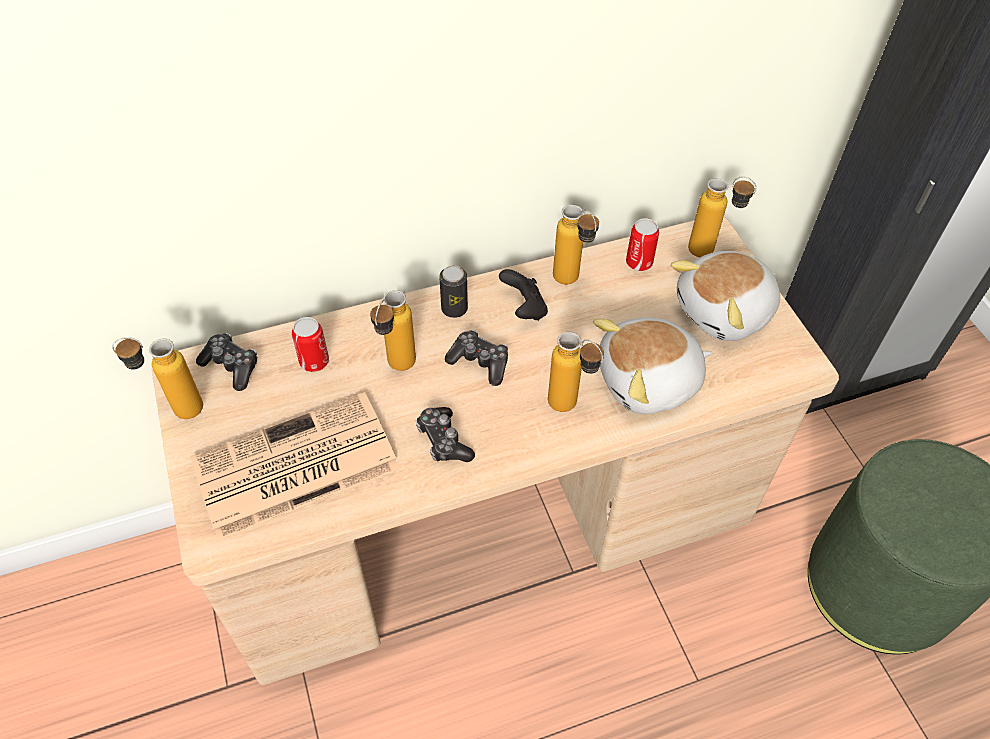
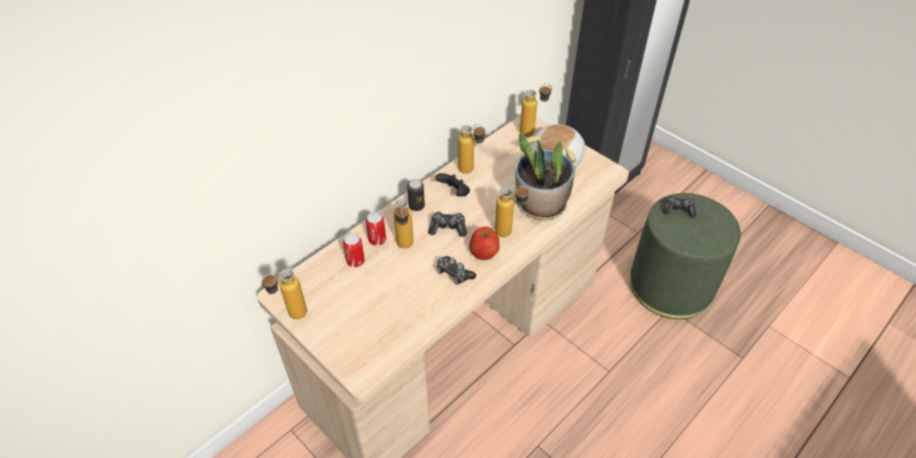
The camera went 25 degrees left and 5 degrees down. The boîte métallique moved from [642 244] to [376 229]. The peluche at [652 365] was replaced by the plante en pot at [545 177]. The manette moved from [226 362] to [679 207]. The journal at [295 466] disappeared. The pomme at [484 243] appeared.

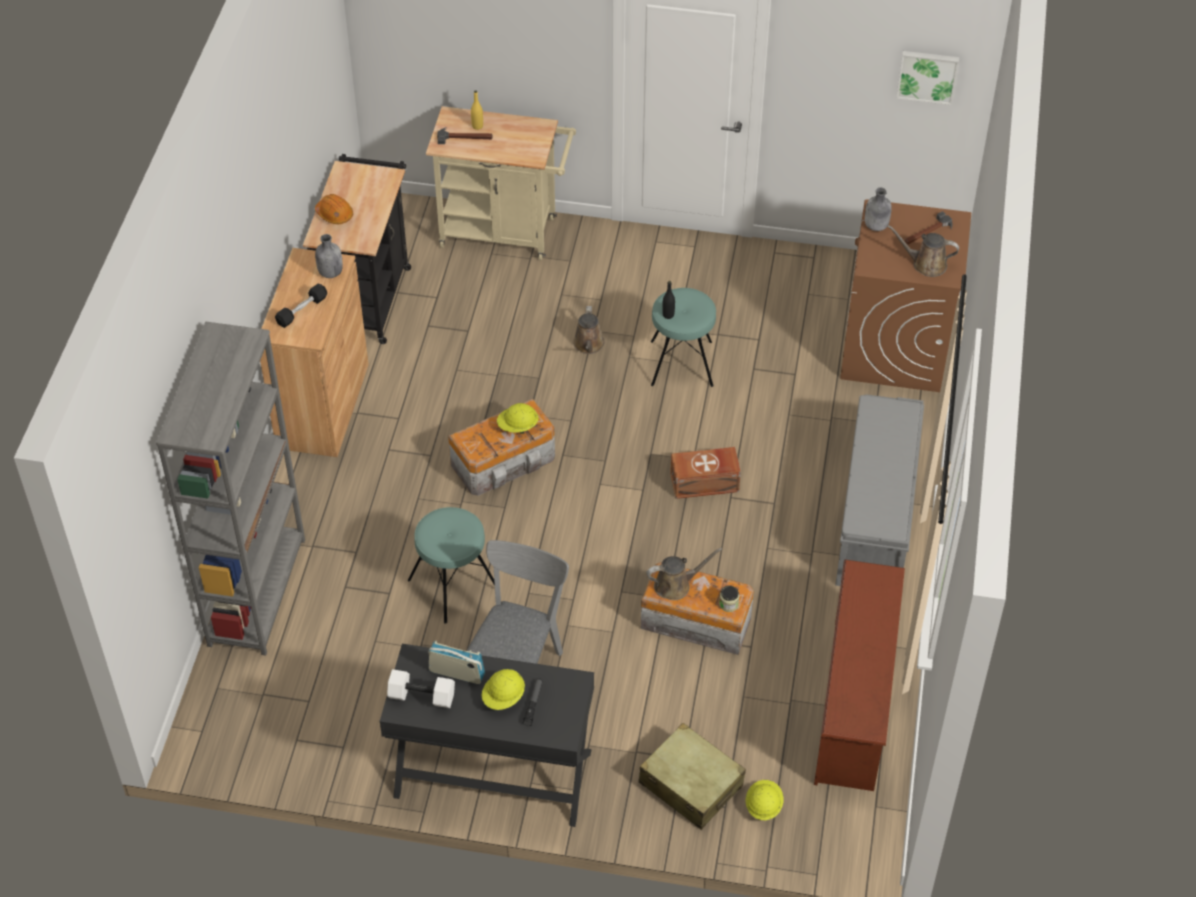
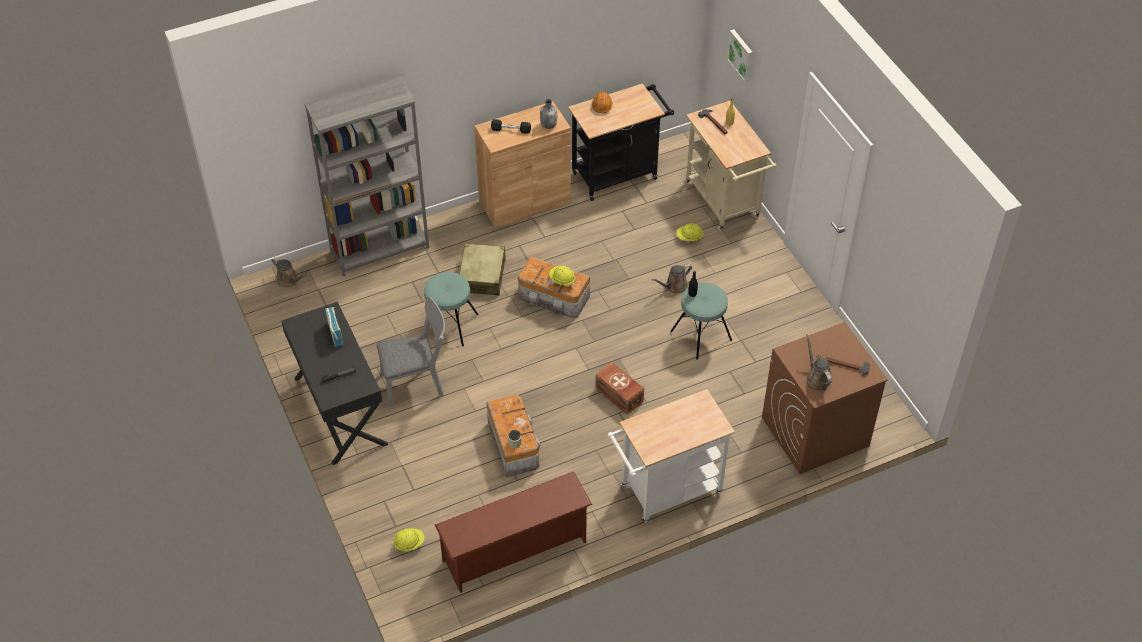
The camera went 55 degrees right and 0 degrees up. The tableau moved from [927 78] to [739 55]. The bouteille [gris] at [878 209] disappeared. The banc [gris] at [879 490] was replaced by the chariot [blanc] at [671 456]. The arrosoir [marron] moved from [684 574] to [289 272]. The haltère [blanc] at [421 688] disappeared. The casque de chantier [jaune] moved from [503 689] to [690 233]. The valise [beige] moved from [692 776] to [482 269].

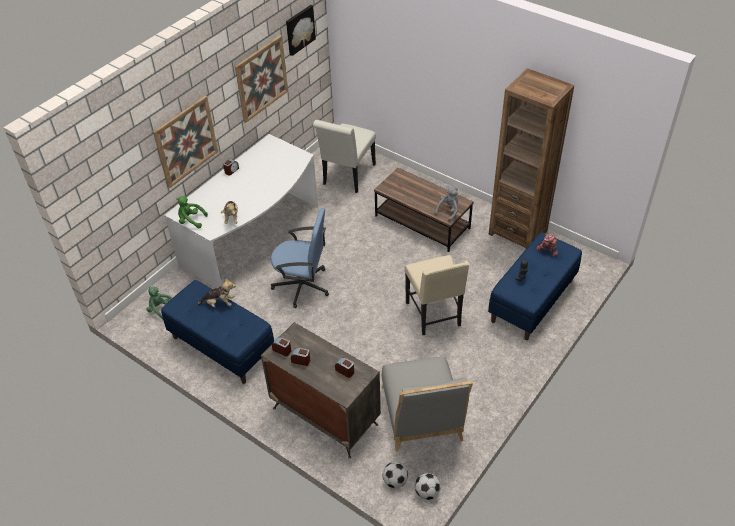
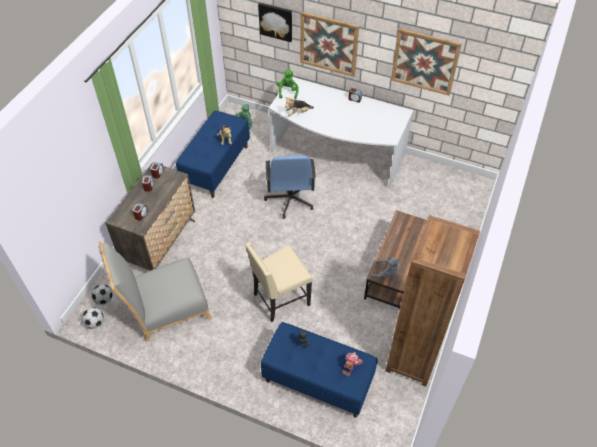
The camera went 75 degrees right and 5 degrees up. The tableau moved from [301 30] to [275 22]. The chaise [blanc] at [344 156] disappeared.

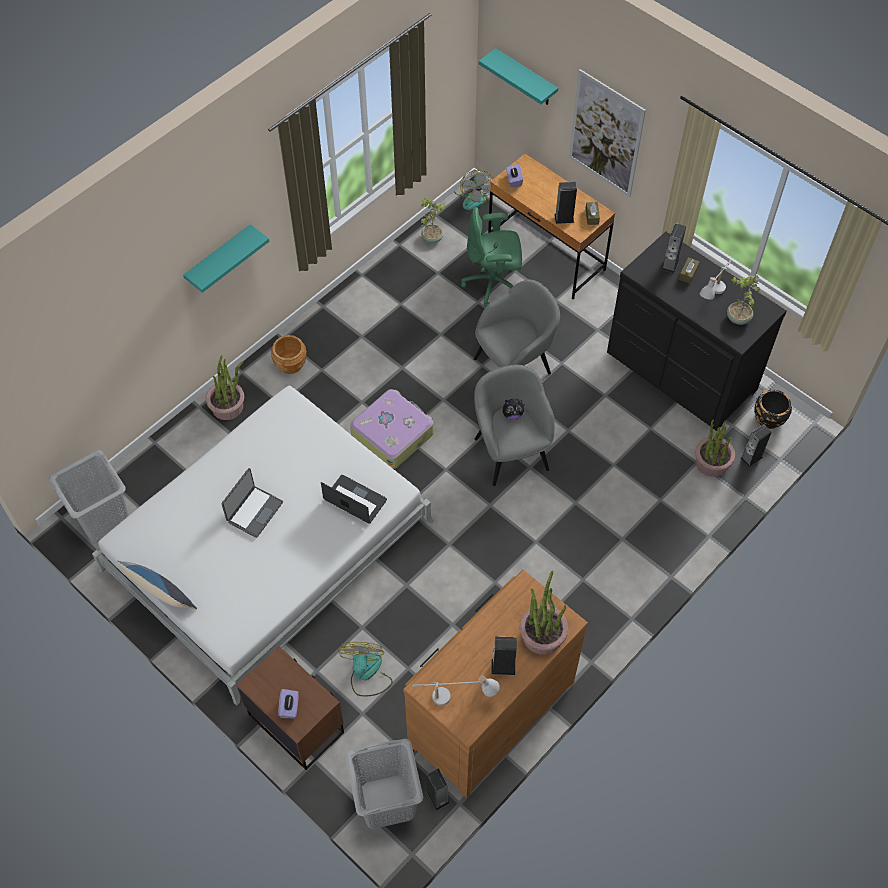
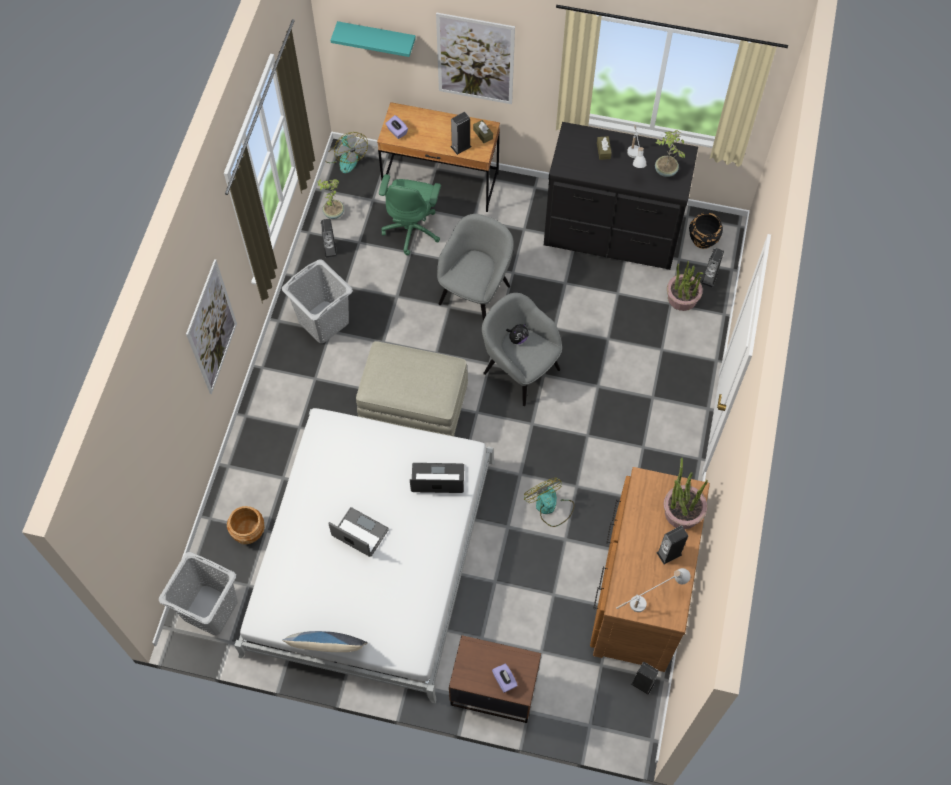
The camera went 30 degrees left and 5 degrees up. The chaise de bureau [vert] at [491 257] turned 45 degrees counterclockwise. The enceinte moved from [673 248] to [329 238]. The étagère [turquoise] at [226 258] was replaced by the tableau at [211 326]. The cache-pot [marron] moved from [289 354] to [246 525]. The plante en pot at [225 387] disappeared. The valise at [392 429] was replaced by the pouf [beige] at [412 388]. The ordinateur portable at [252 503] turned 60 degrees counterclockwise. The ventilateur moved from [365 669] to [549 502]. The panier à linge [gris] moved from [384 784] to [317 301].

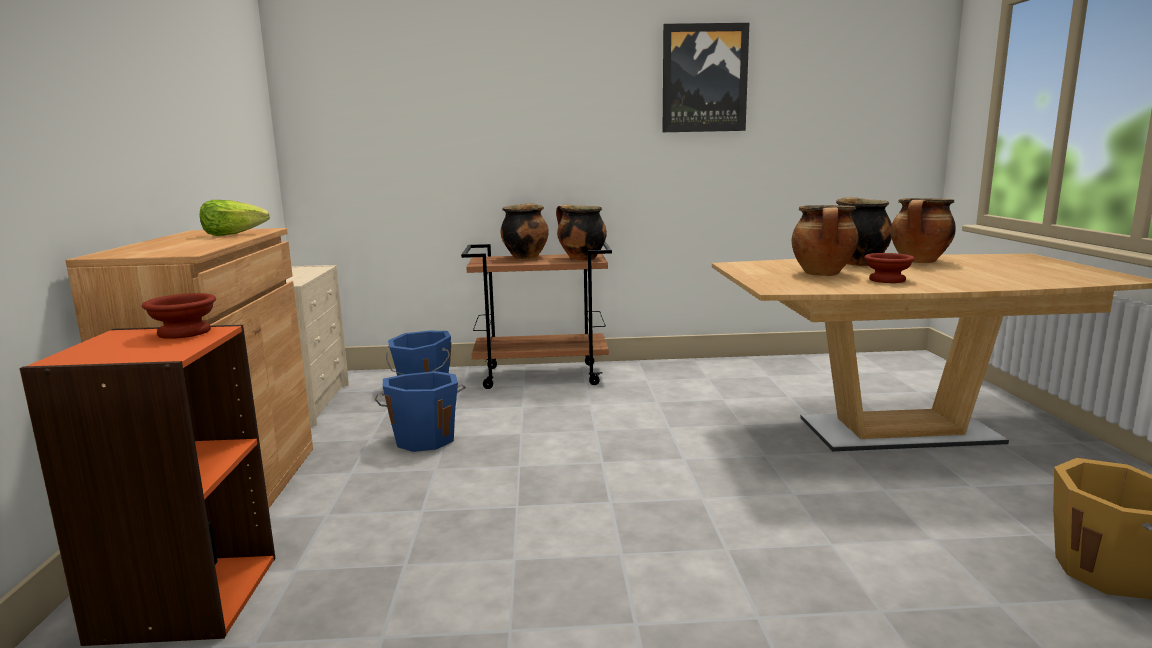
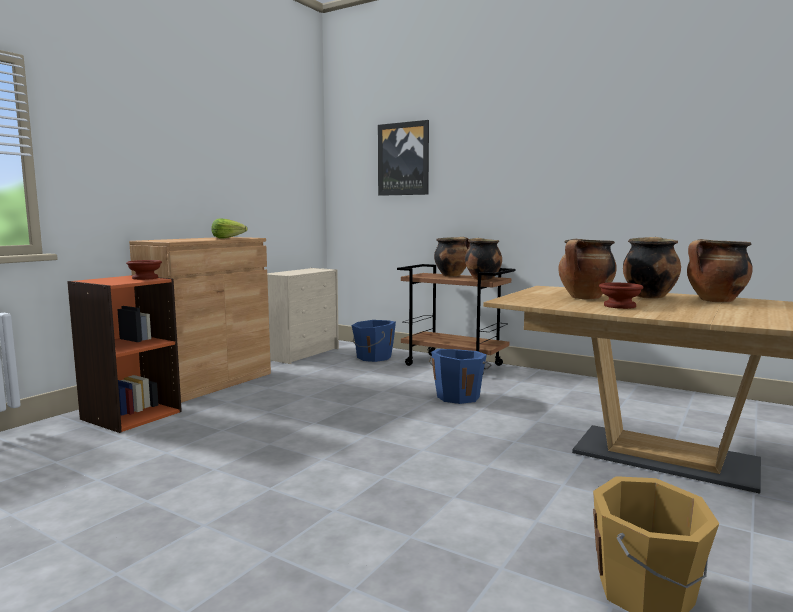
The camera went 35 degrees right and 5 degrees down. The tableau moved from [706 77] to [403 158]. The seau [bleu] moved from [420 411] to [460 376].

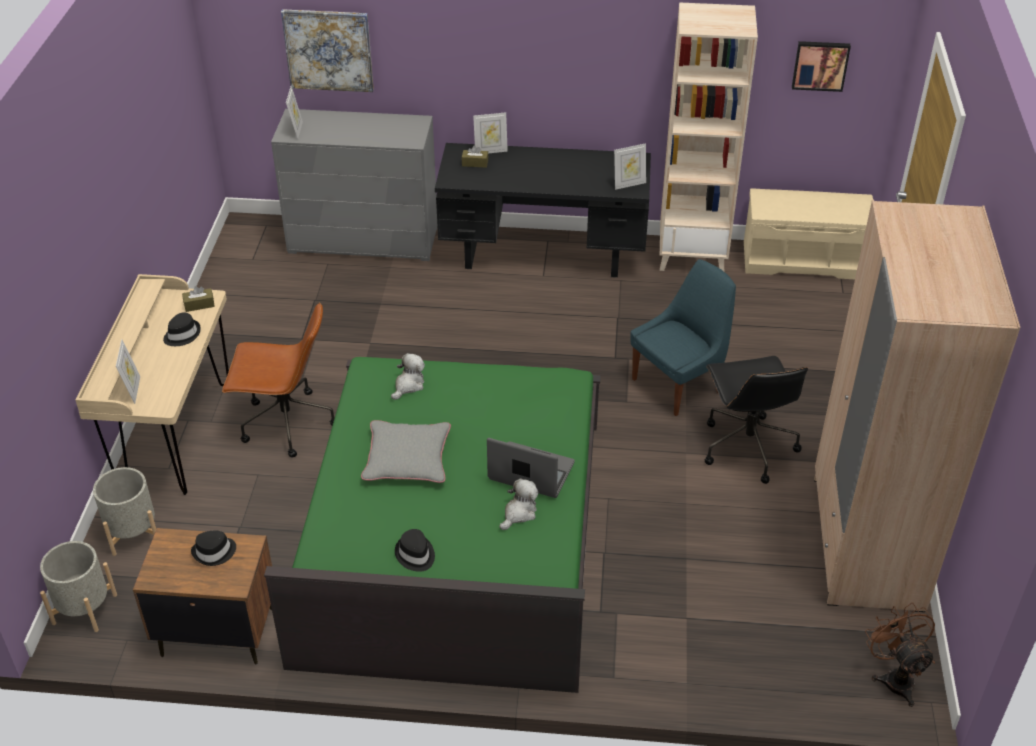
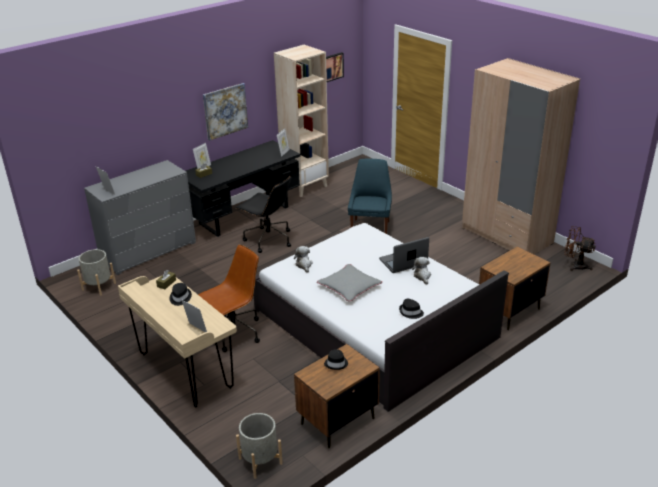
The camera went 45 degrees left and 10 degrees down. The tableau moved from [327 50] to [225 111]. The banc [beige] at [808 233] disappeared. The chaise de bureau [noir] moved from [756 420] to [263 214]. The lit [vert] at [432 525] became the lit [blanc] at [381 317]. The cache-pot [gris] moved from [124 511] to [96 272]. The table de chevet [marron] at [515 288] appeared.

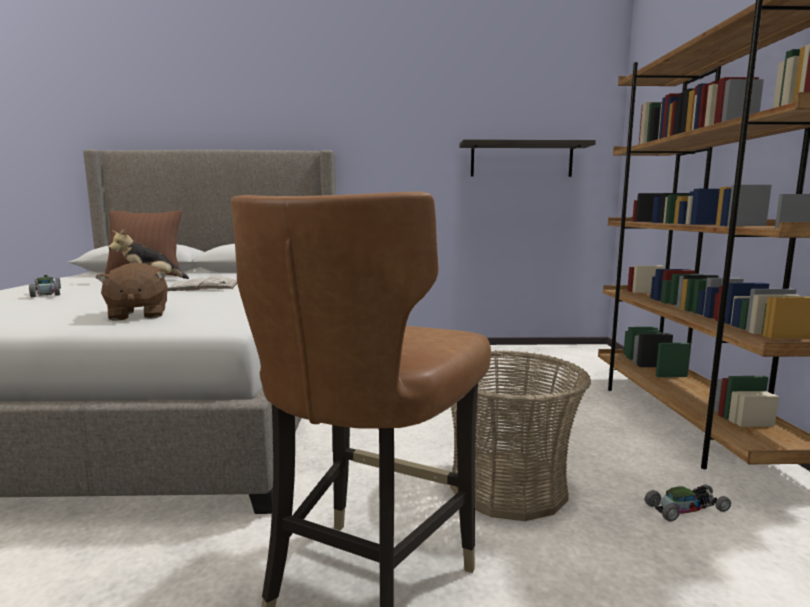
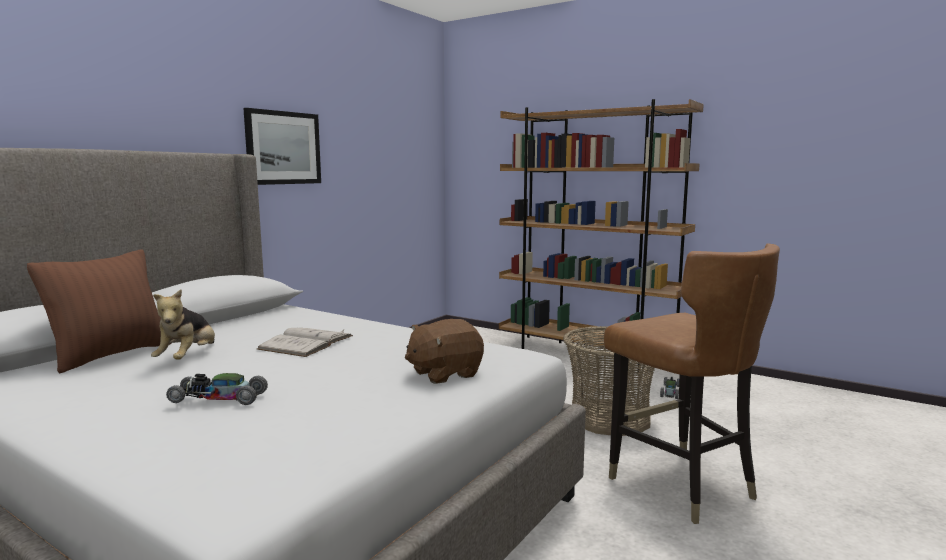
The camera went 55 degrees left and 0 degrees up. The étagère at [527 158] disappeared. The peluche [marron] at [131 291] turned 135 degrees clockwise. The tableau at [282 146] appeared.

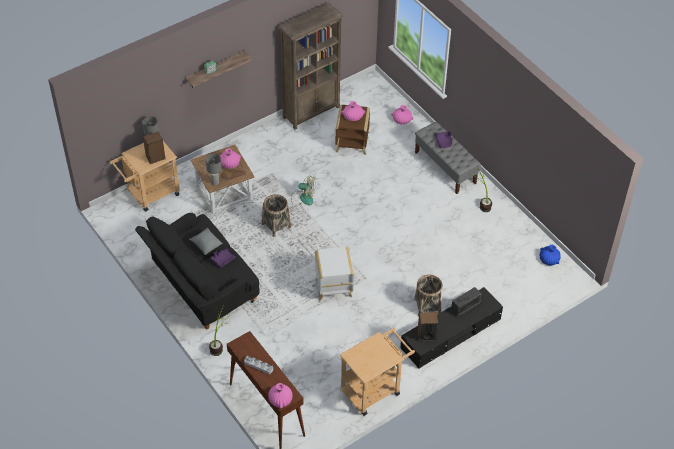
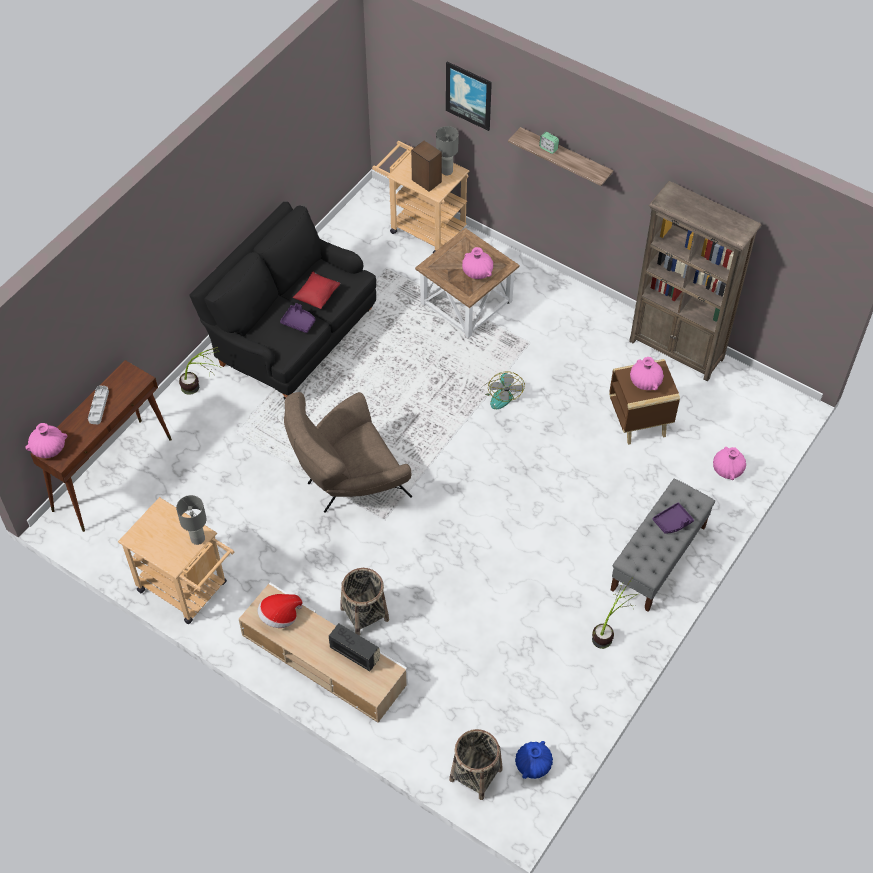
The camera went 70 degrees right and 5 degrees up. The lampe de table [gris] moved from [213 169] to [191 520]. The panier moved from [276 215] to [475 764]. The coussin [gris] at [205 241] became the coussin [rouge] at [316 290]. The table d'appoint [blanc] at [334 274] was replaced by the fauteuil [marron] at [348 452]. The meuble télé [noir] at [451 328] became the meuble télé [beige] at [323 652]. The enceinte at [428 327] was replaced by the chapeau at [280 611]. The tableau at [469 96] appeared.

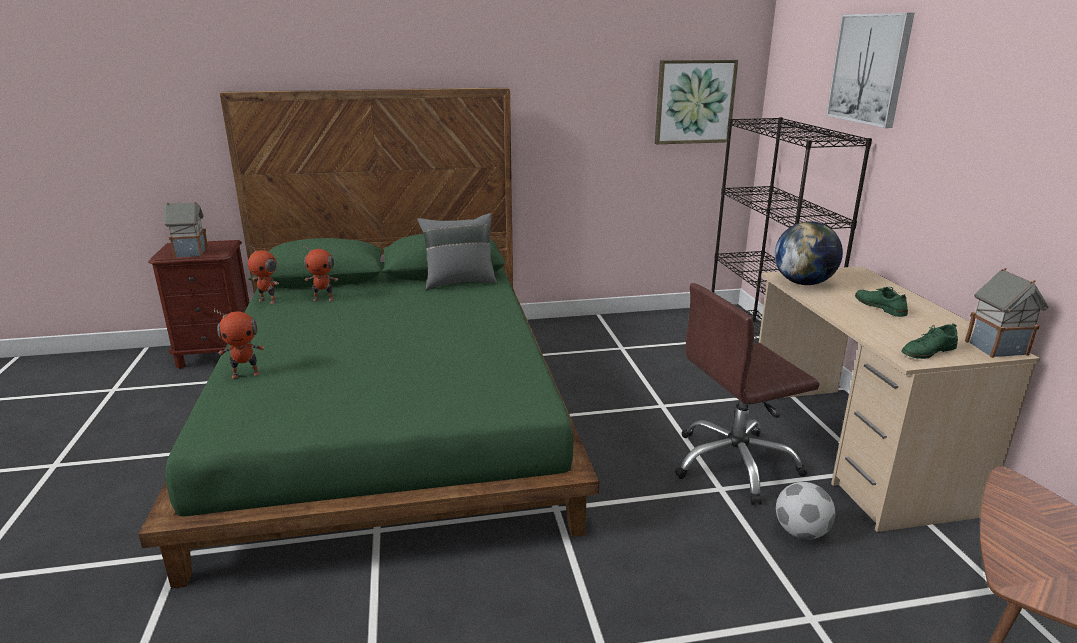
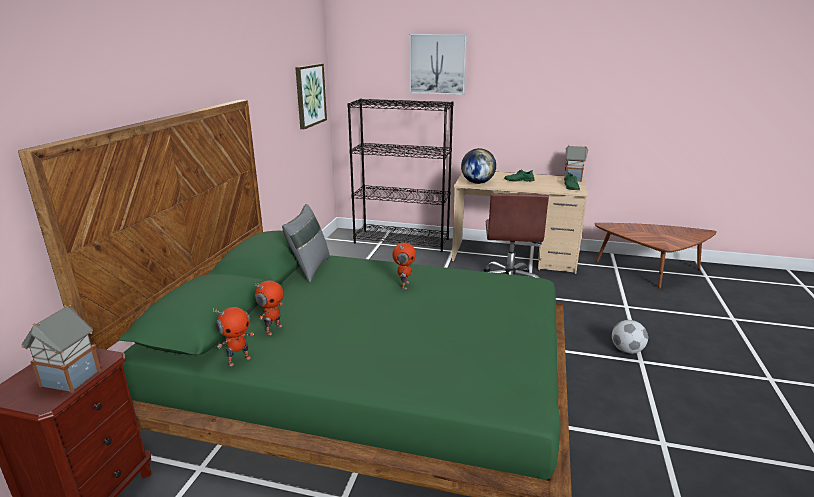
The camera went 65 degrees left and 0 degrees up. The robot jouet moved from [239 343] to [404 266]. The ballon de foot moved from [805 510] to [630 337].

